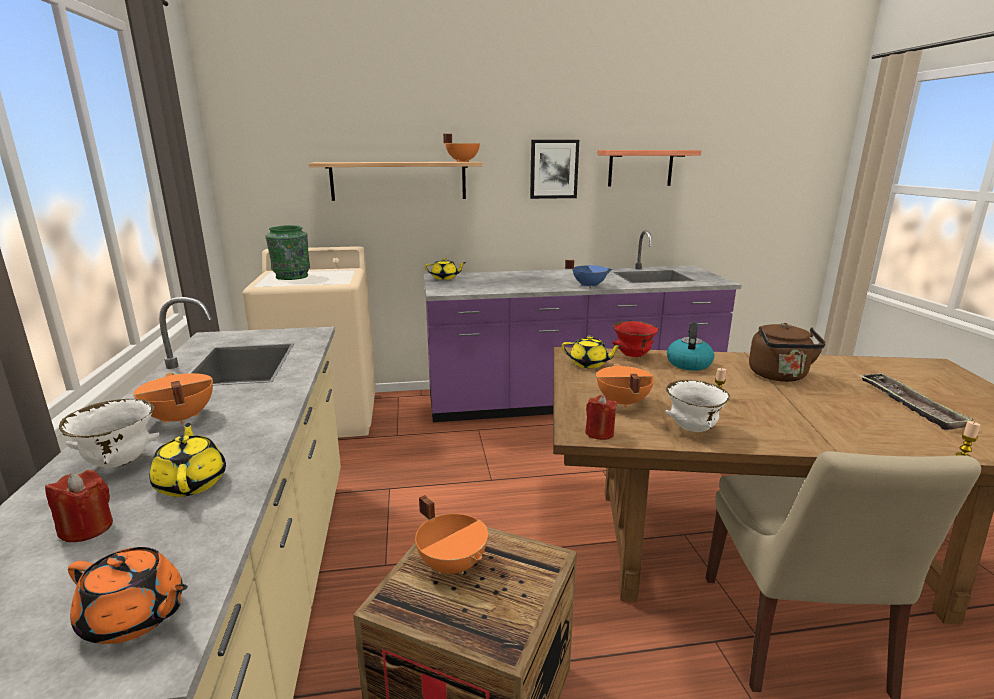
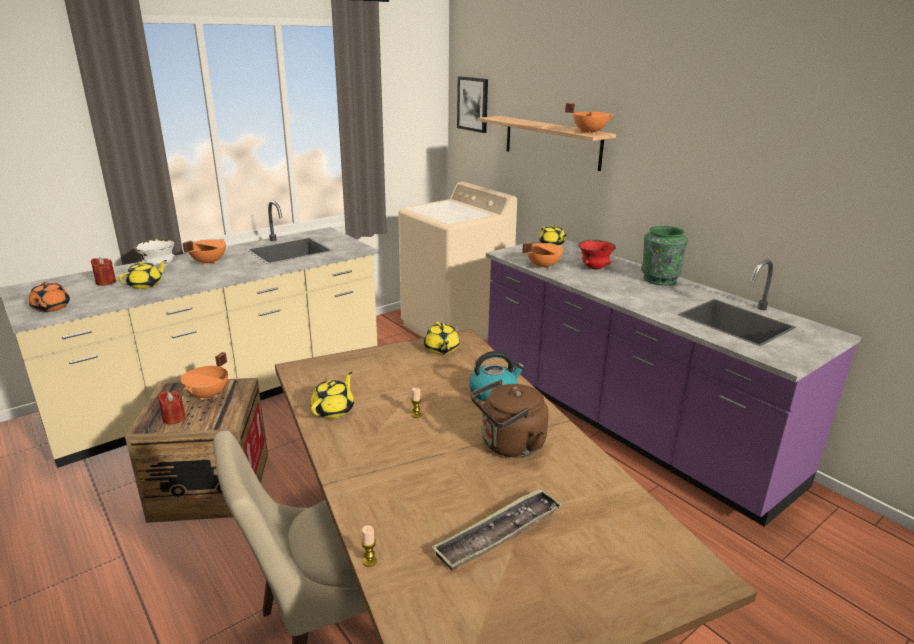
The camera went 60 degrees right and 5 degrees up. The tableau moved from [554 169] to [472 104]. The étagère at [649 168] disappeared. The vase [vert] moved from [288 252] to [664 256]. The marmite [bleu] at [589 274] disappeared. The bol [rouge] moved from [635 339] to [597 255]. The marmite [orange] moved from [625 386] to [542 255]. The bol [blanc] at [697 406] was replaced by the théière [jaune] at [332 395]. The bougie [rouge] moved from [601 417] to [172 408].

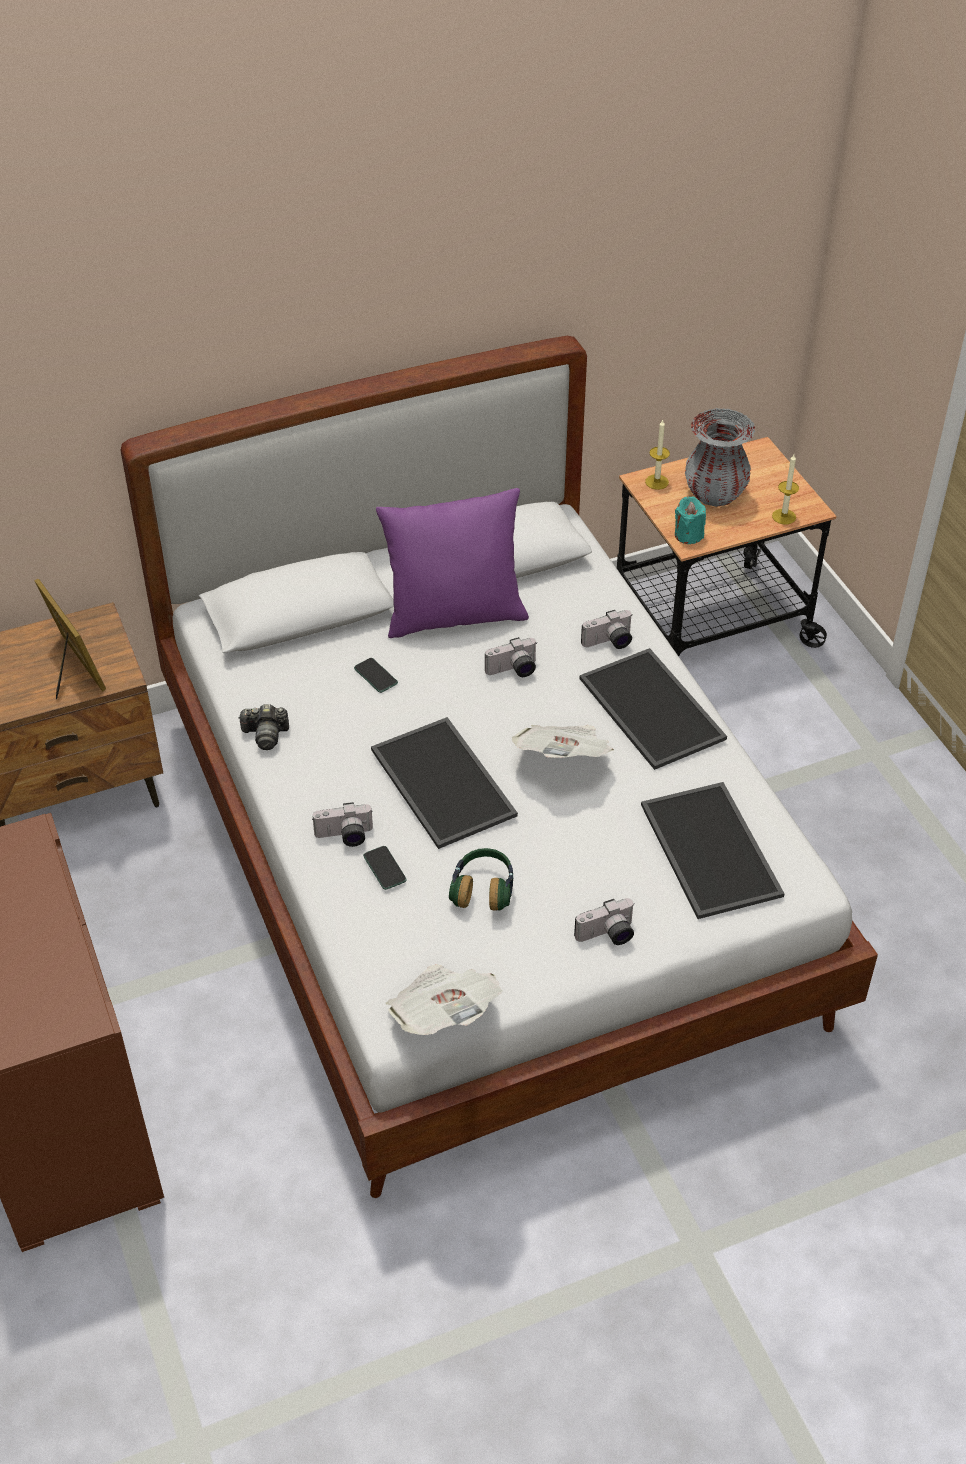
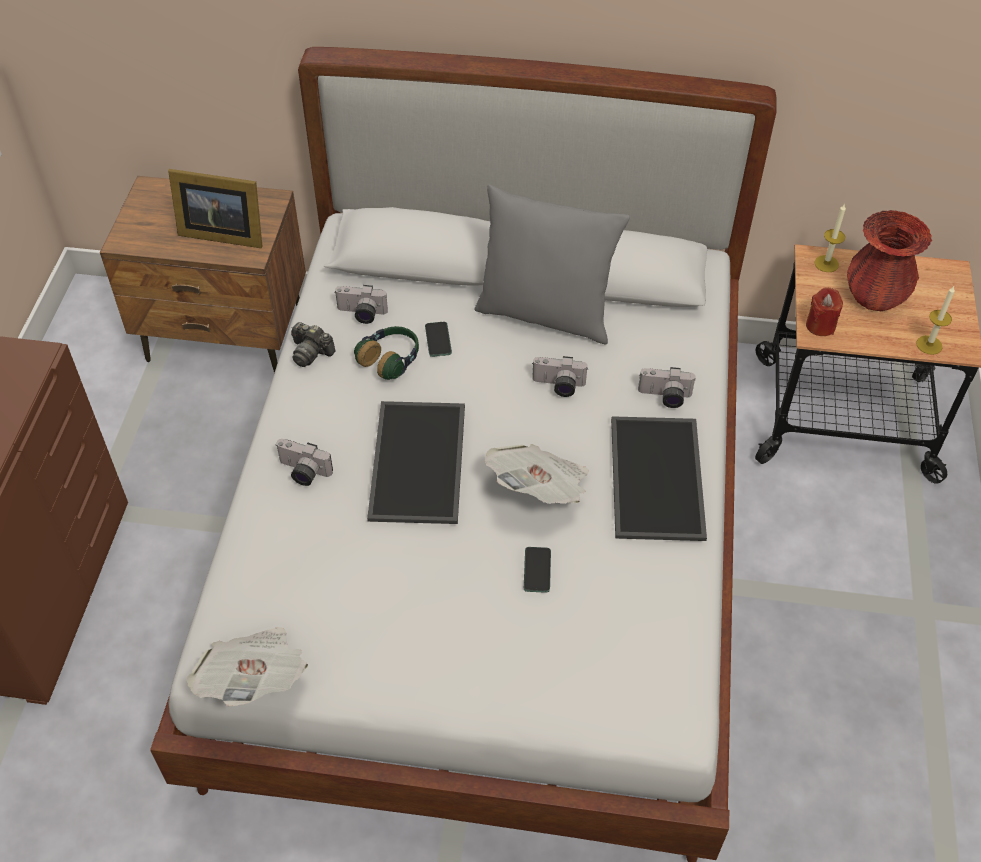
The camera went 30 degrees right and 5 degrees up. The vase [gris] at [720 457] became the vase [rouge] at [889 260]. The coussin [violet] at [452 563] became the coussin [gris] at [552 265]. The bougie [turquoise] at [690 520] became the bougie [rouge] at [824 312]. The cadre photo at [70 639] turned 105 degrees clockwise. The plateau at [713 850] disappeared. The téléphone moved from [385 868] to [537 570]. The casque audio moved from [481 879] to [386 353]. The appareil photo moved from [604 921] to [361 304].

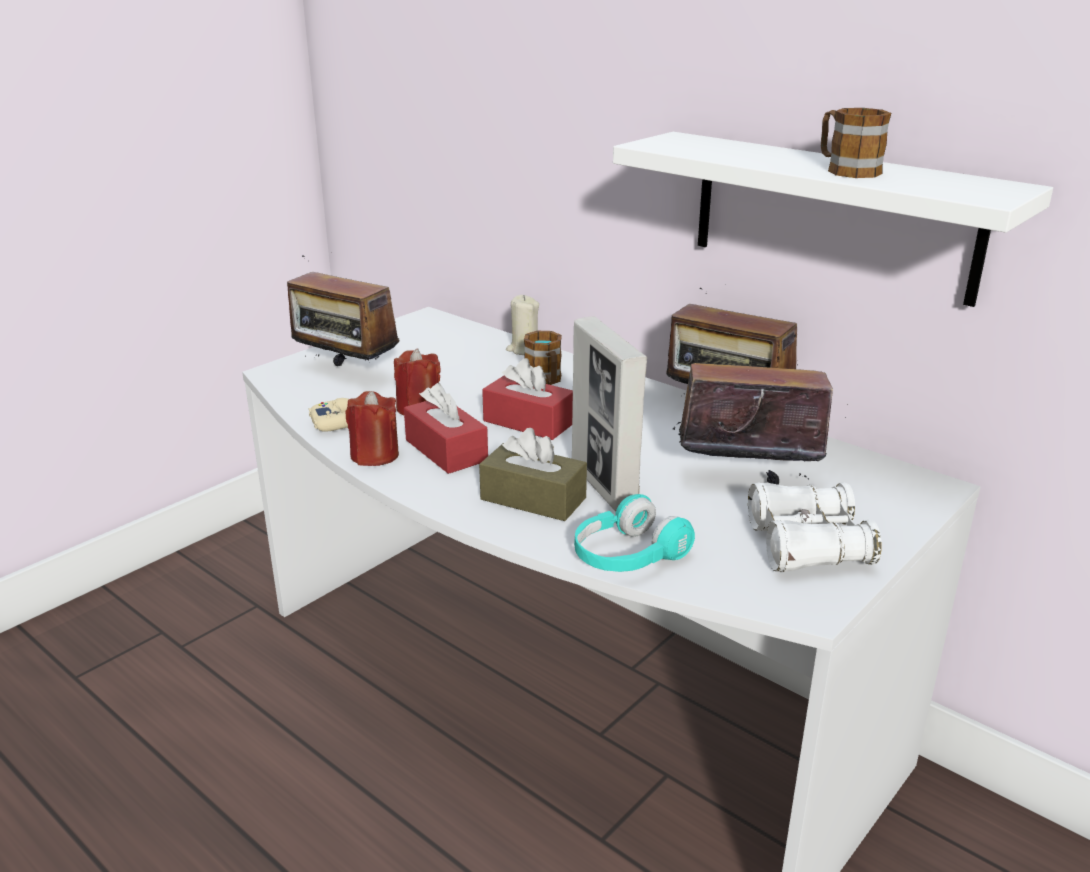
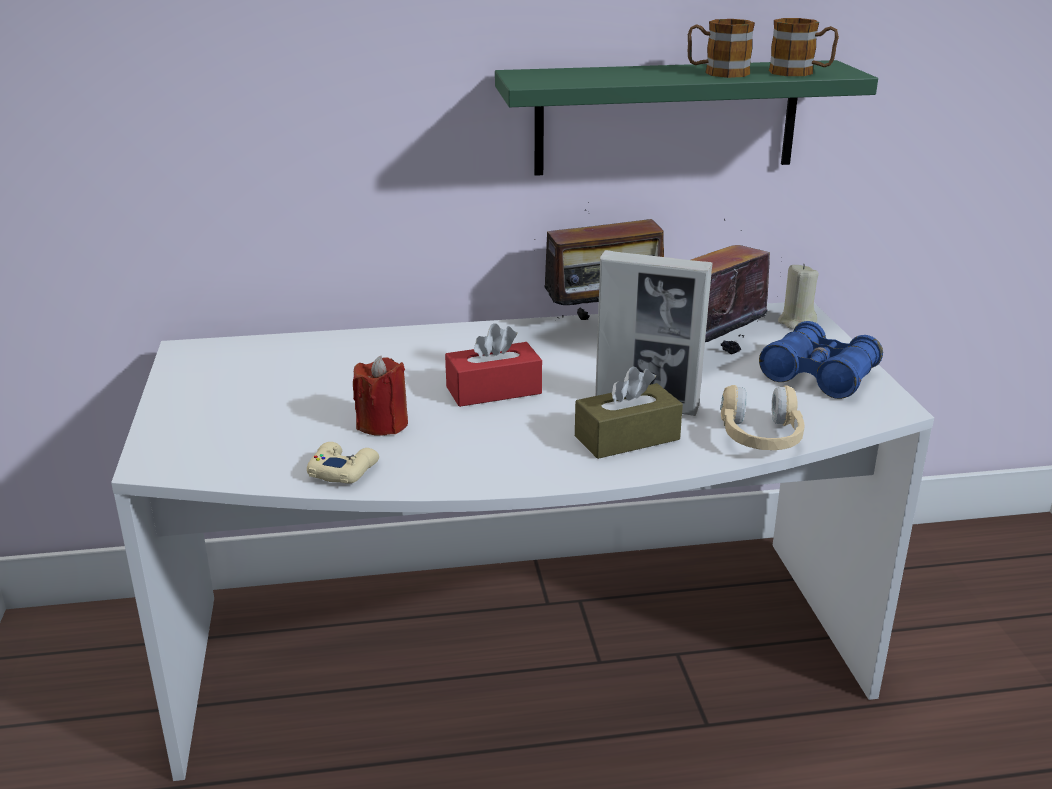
The camera went 50 degrees left and 0 degrees up. The étagère [blanc] at [833 219] became the étagère [vert] at [686 118]. The radio at [343 310] disappeared. The bougie [beige] moved from [522 325] to [798 296]. The mug moved from [543 358] to [804 47]. The boîte à mouchoirs [rouge] at [446 428] disappeared. The bougie [rouge] at [372 428] disappeared. The jumelles [blanc] at [815 527] became the jumelles [bleu] at [821 360]. The casque audio [turquoise] at [634 533] became the casque audio [beige] at [762 417].

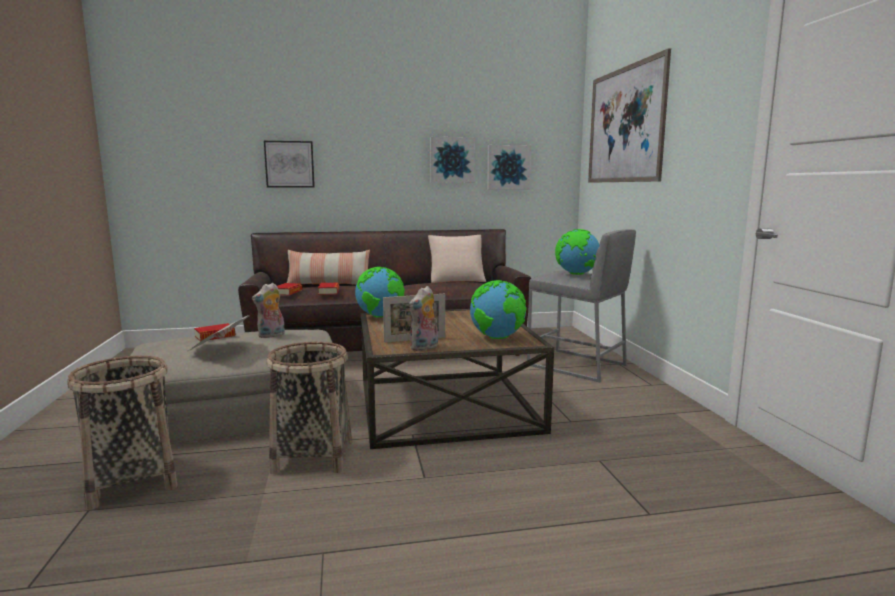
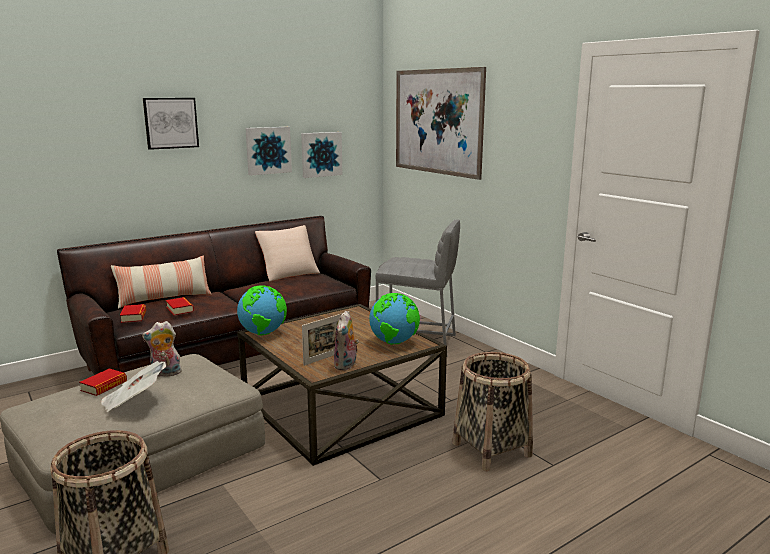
The camera went 25 degrees left and 5 degrees up. The tableau moved from [289 164] to [171 124]. The globe at [577 252] disappeared. The peluche at [268 310] turned 60 degrees clockwise. The panier moved from [309 408] to [492 411].

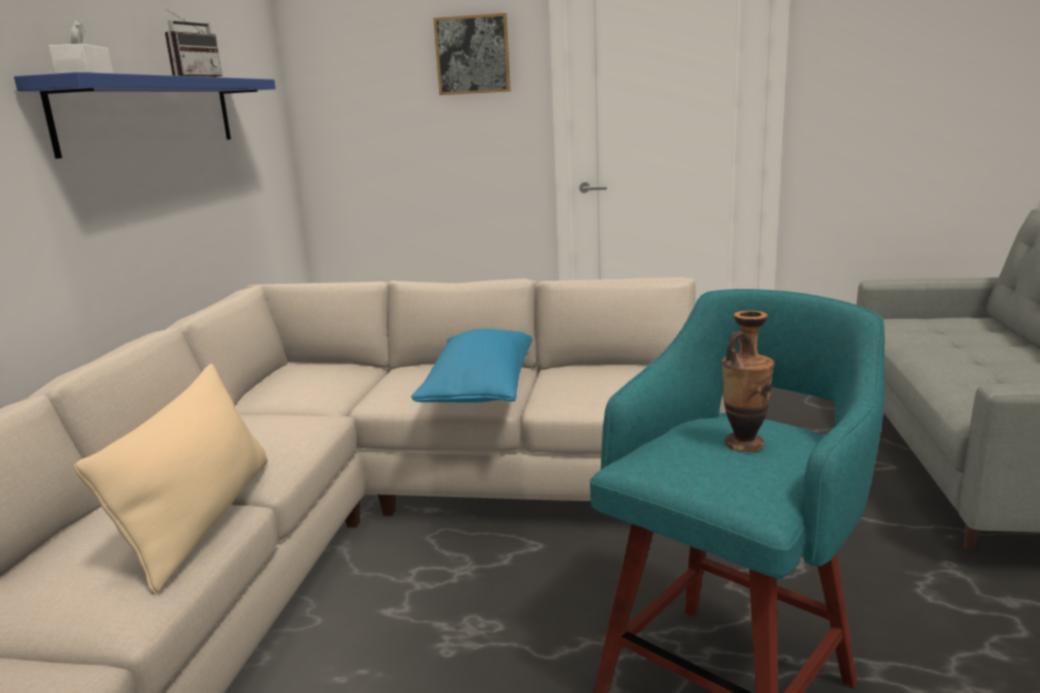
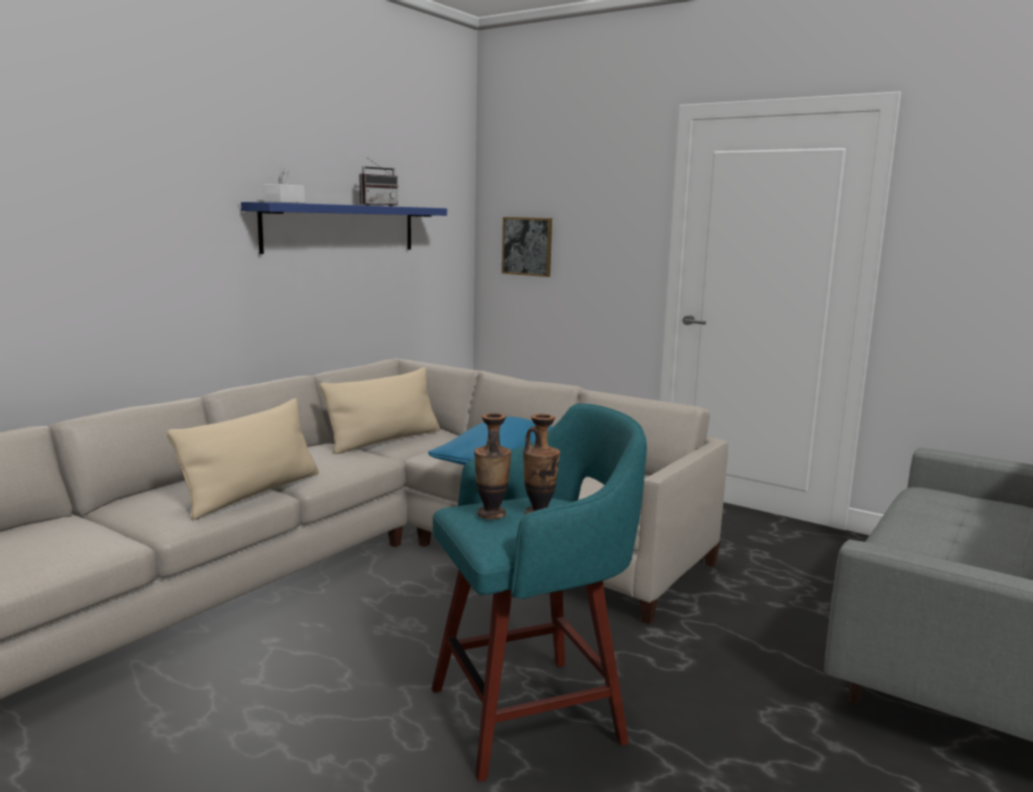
The camera went 25 degrees right and 5 degrees down. The tableau moved from [472 54] to [527 247]. The coussin [beige] at [379 410] appeared. The vase at [493 466] appeared.

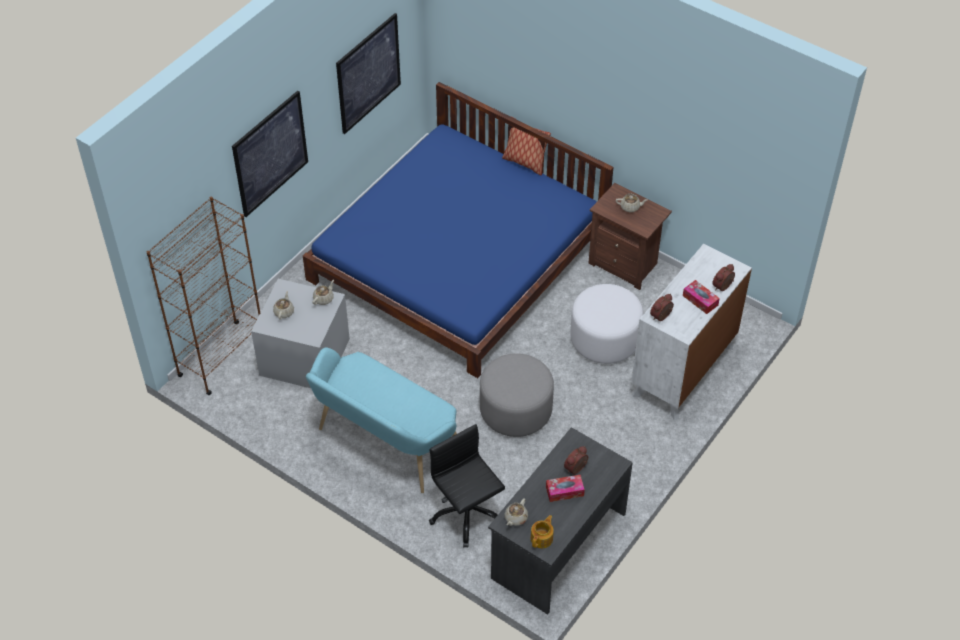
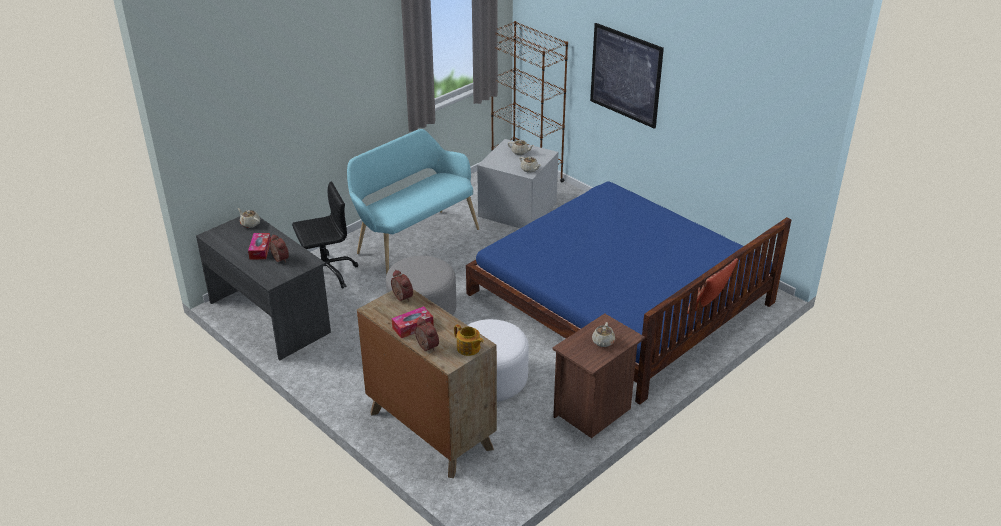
The camera went 100 degrees right and 15 degrees down. The tableau at [368 73] disappeared. The commode [blanc] at [691 332] became the commode [marron] at [427 383]. The théière moved from [542 531] to [469 340].

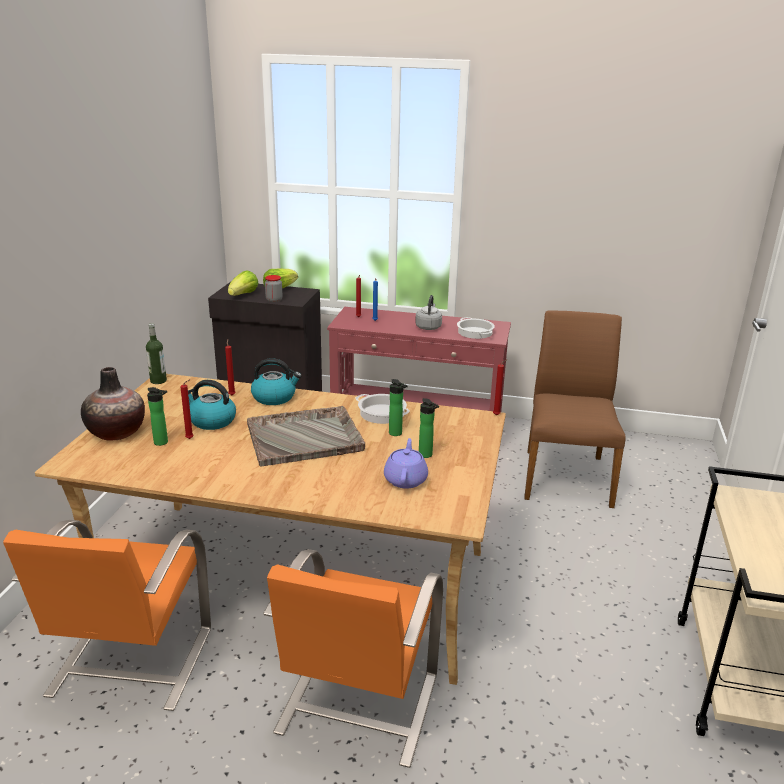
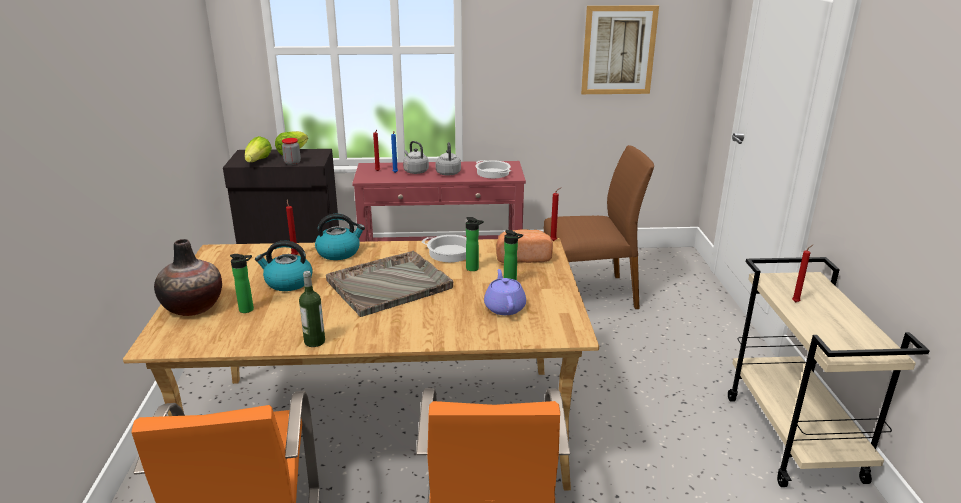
The camera went 15 degrees left and 0 degrees up. The chaise [marron] at [575 409] turned 90 degrees clockwise. The bouteille moved from [156 353] to [312 309]. The bougie [rouge] moved from [186 409] to [802 273]. The tableau at [620 50] appeared. The bouilloire [gris] at [416 157] appeared. The pain at [524 246] appeared.

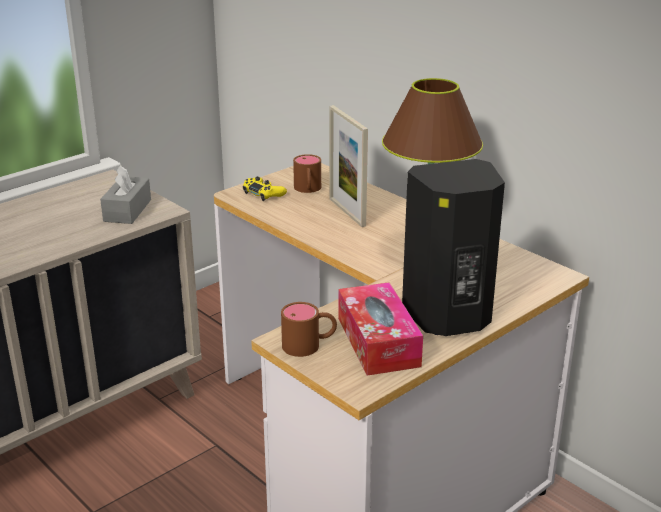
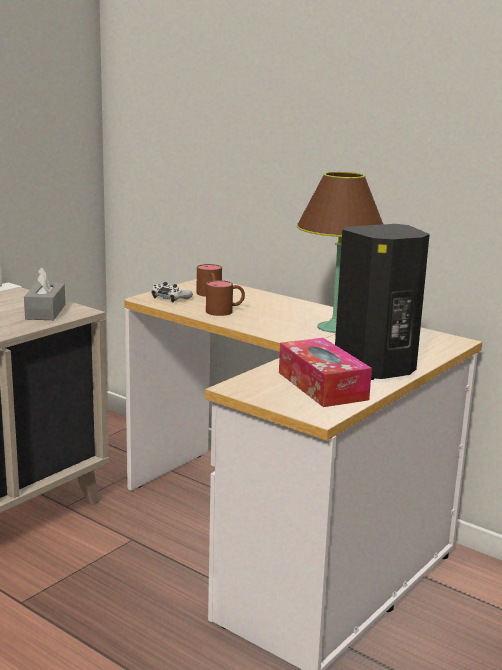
The camera went 10 degrees left and 10 degrees down. The cadre photo at [348 166] disappeared. The manette [jaune] at [265 188] became the manette [blanc] at [172 292]. The mug [marron] moved from [309 329] to [225 298].

